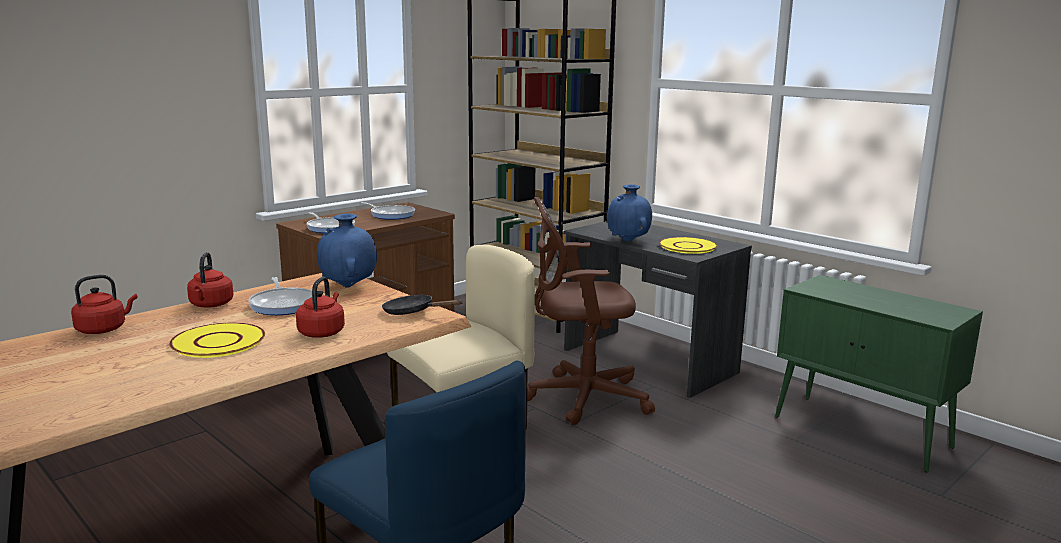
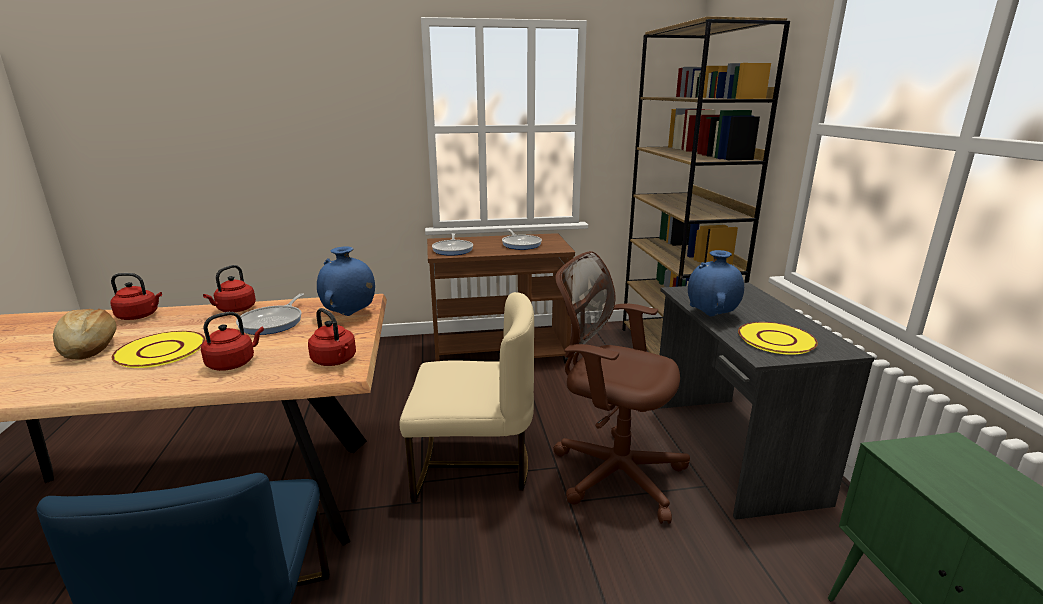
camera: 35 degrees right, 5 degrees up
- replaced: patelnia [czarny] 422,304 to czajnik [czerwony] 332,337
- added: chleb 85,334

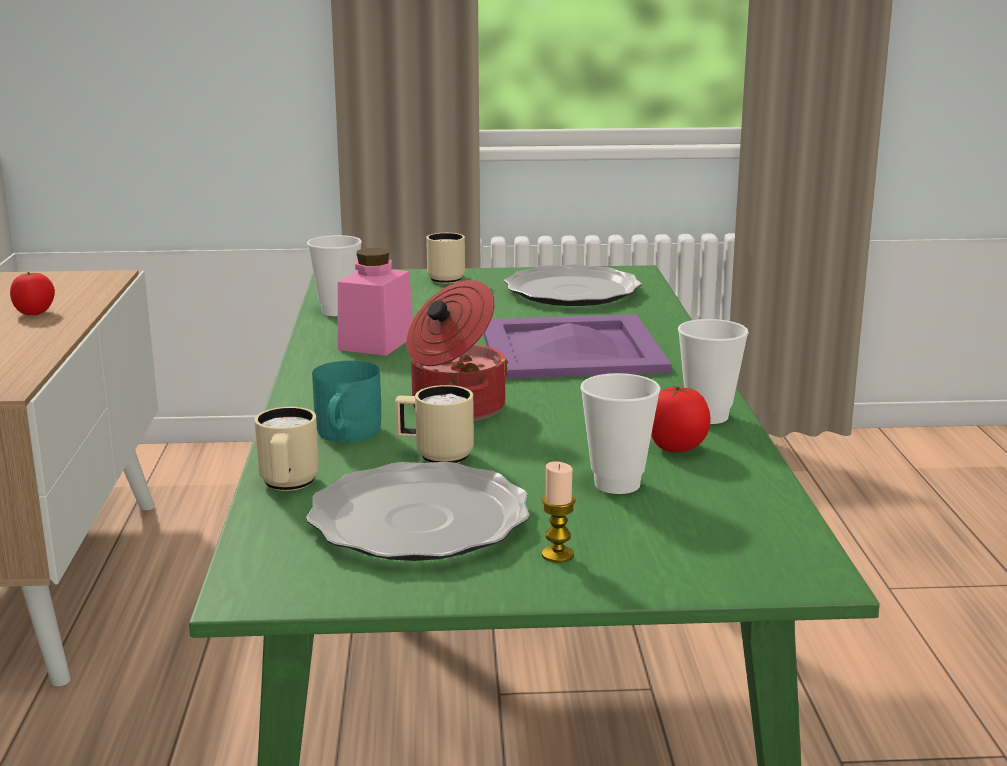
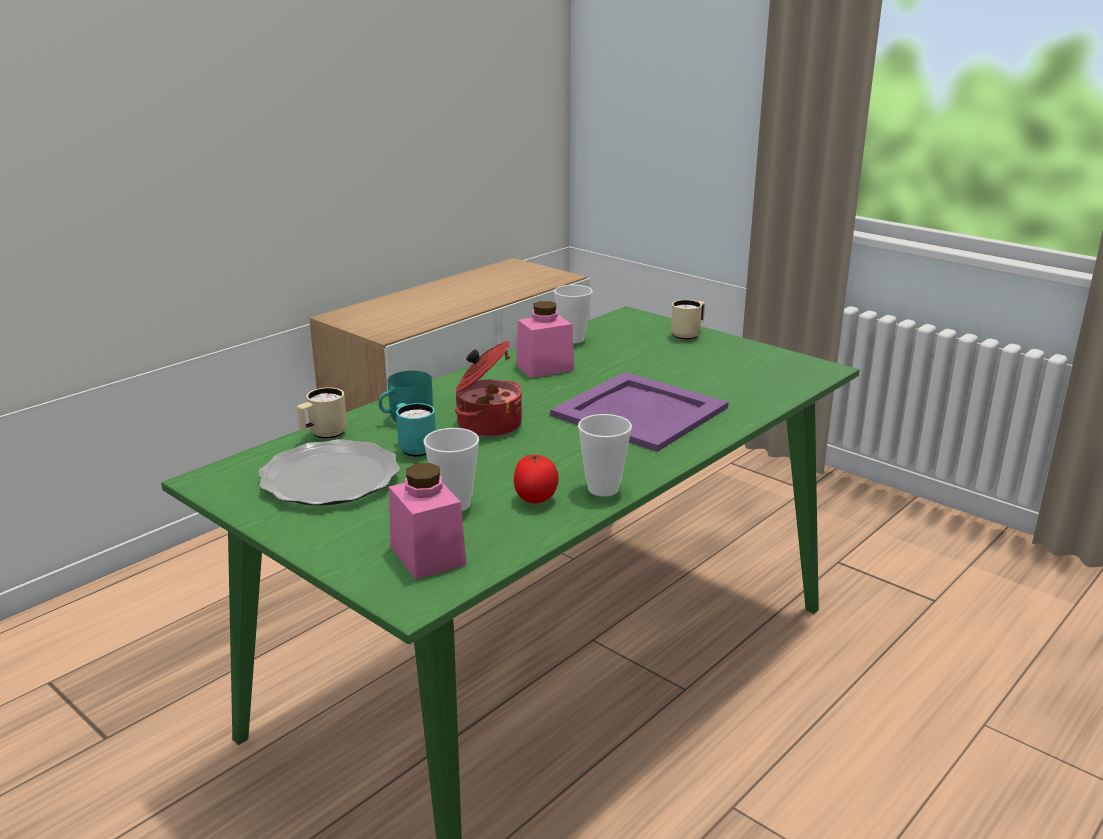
camera: 45 degrees right, 5 degrees up
- removed: pomidor 32,293
- recoloured: kubek [beżowy] 434,424 to kubek [turkusowy] 416,430
- removed: talerz 573,285
- removed: świeca 558,512
- added: słoik [różowy] 428,521

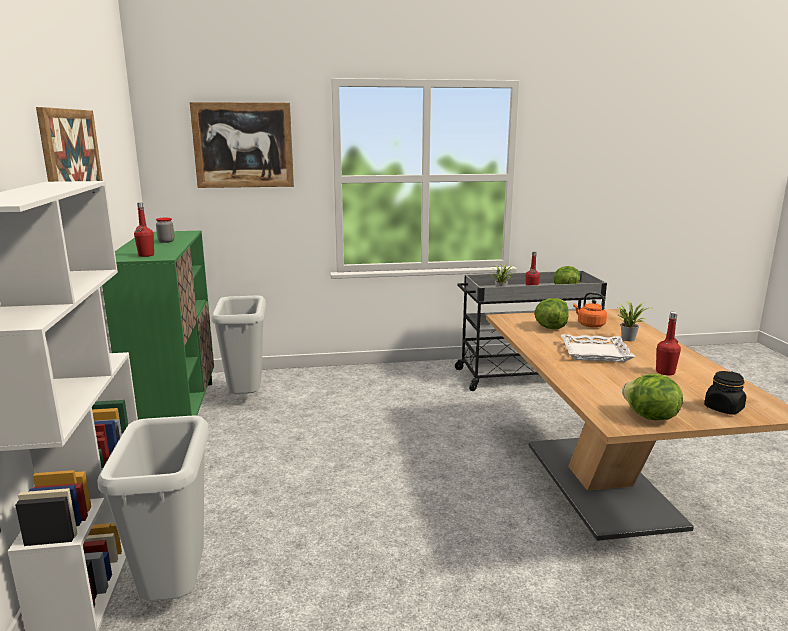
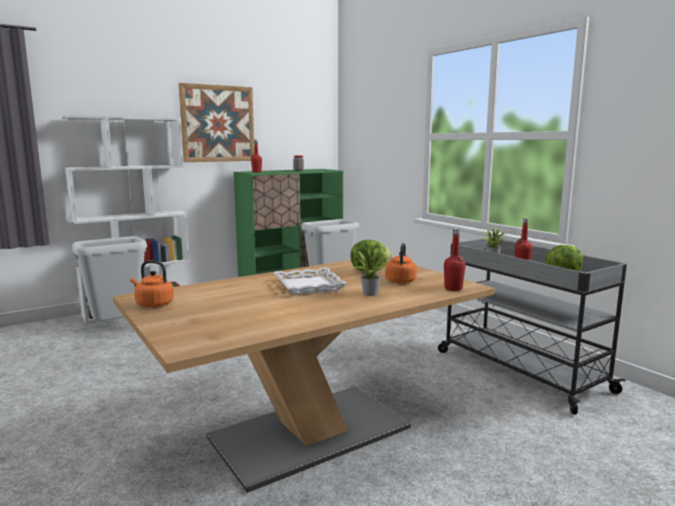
camera: 65 degrees right, 5 degrees down
- removed: obraz 242,145
- replaced: sałata 652,397 to czajnik [pomarańczowy] 152,284
- moved: butelka [czerwony] 668,343 to 455,259
- removed: słoik [czarny] 725,393

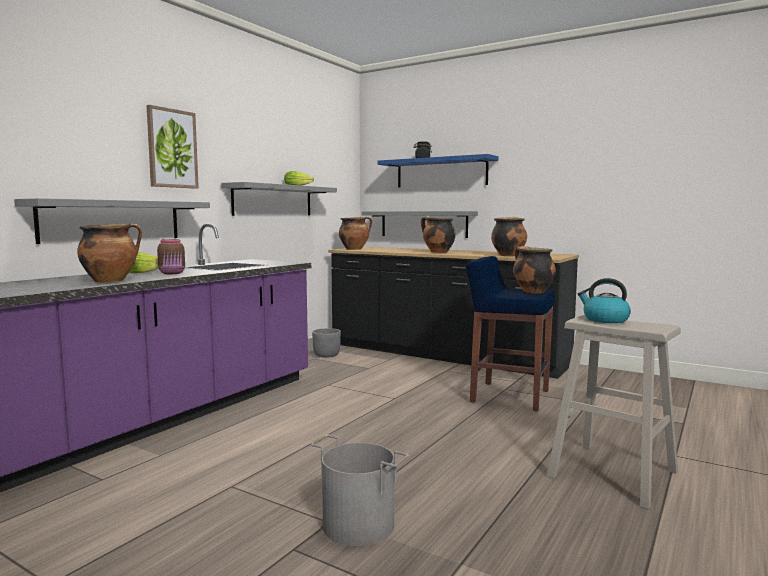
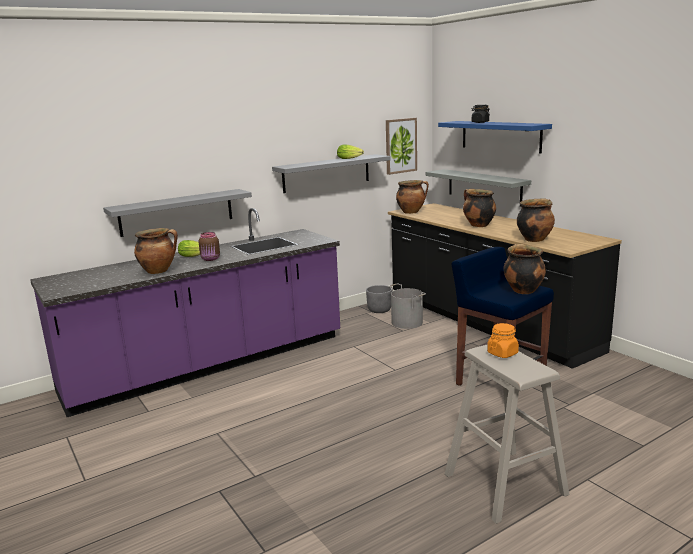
camera: 25 degrees right, 10 degrees up
- moved: obraz 172,147 to 401,146
- moved: wiadro [szary] 360,490 to 407,306
- replaced: czajnik 604,300 to słoik [pomarańczowy] 503,340

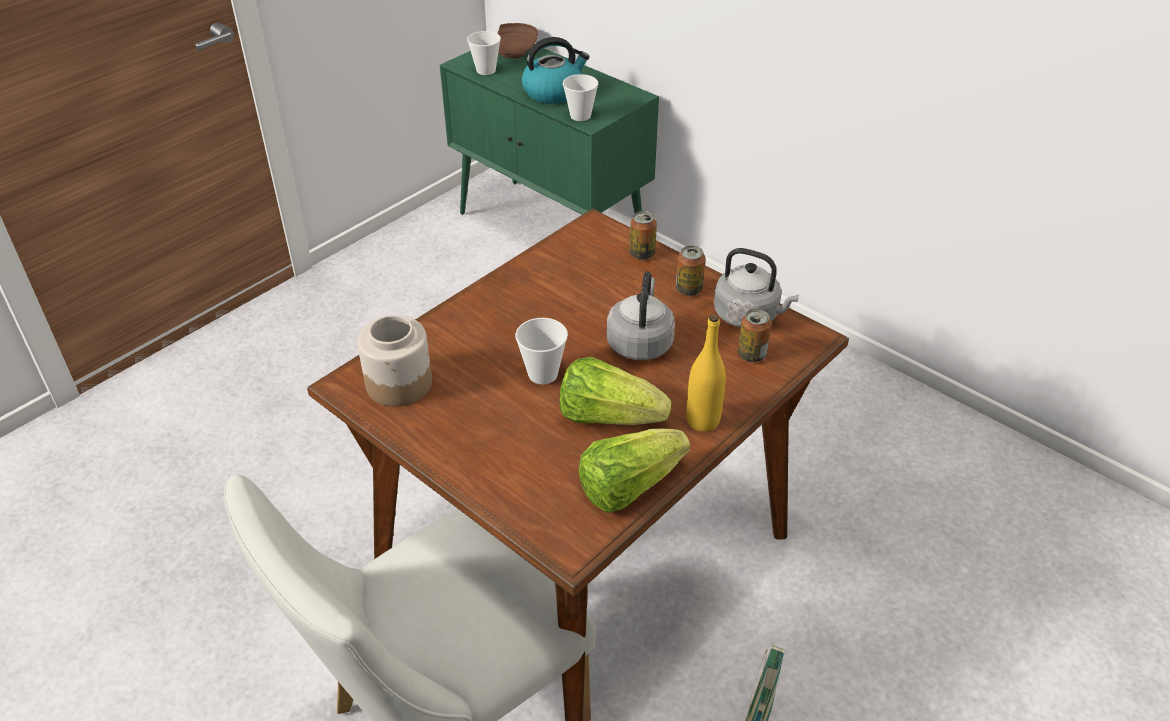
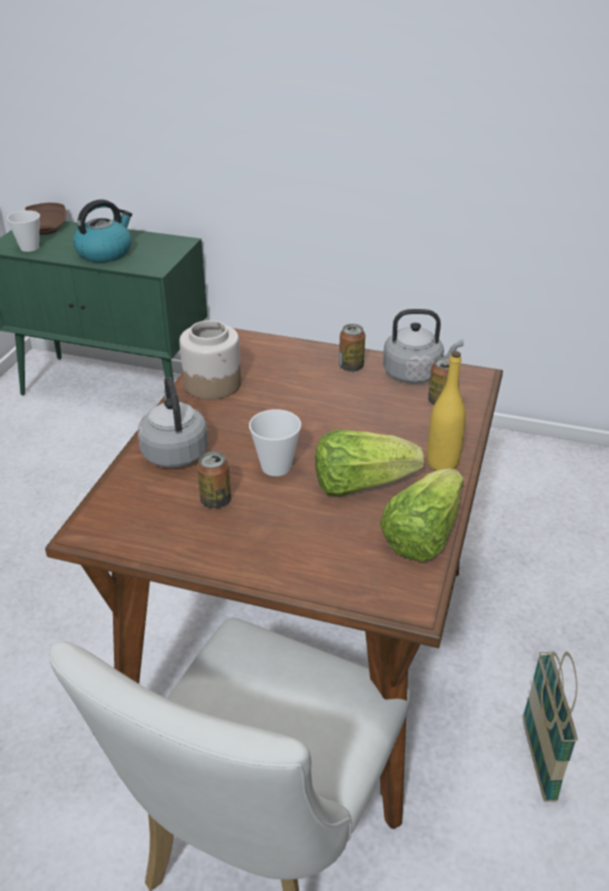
camera: 25 degrees left, 5 degrees down
- moved: słoik 394,361 to 210,360
- removed: filiżanka 580,97
- moved: czajnik [szary] 641,315 to 173,422
- moved: puszka 643,235 to 214,480

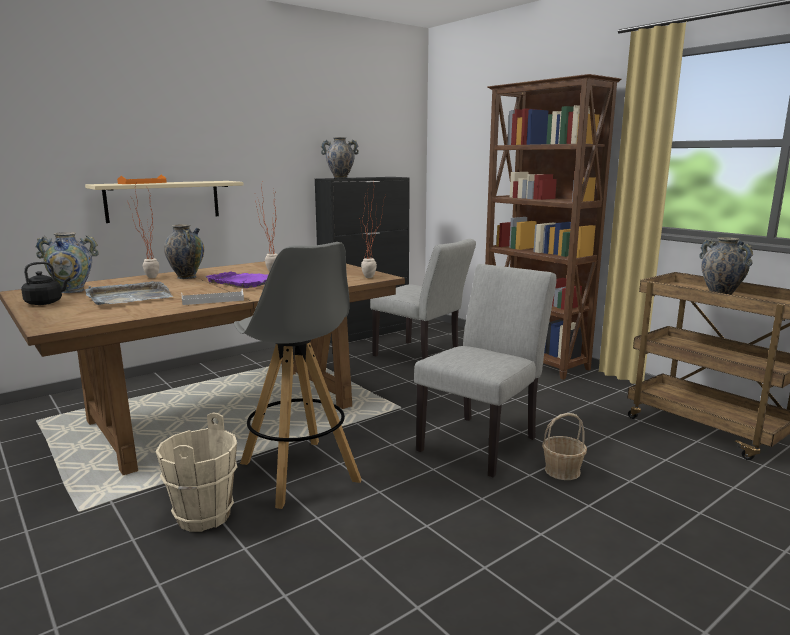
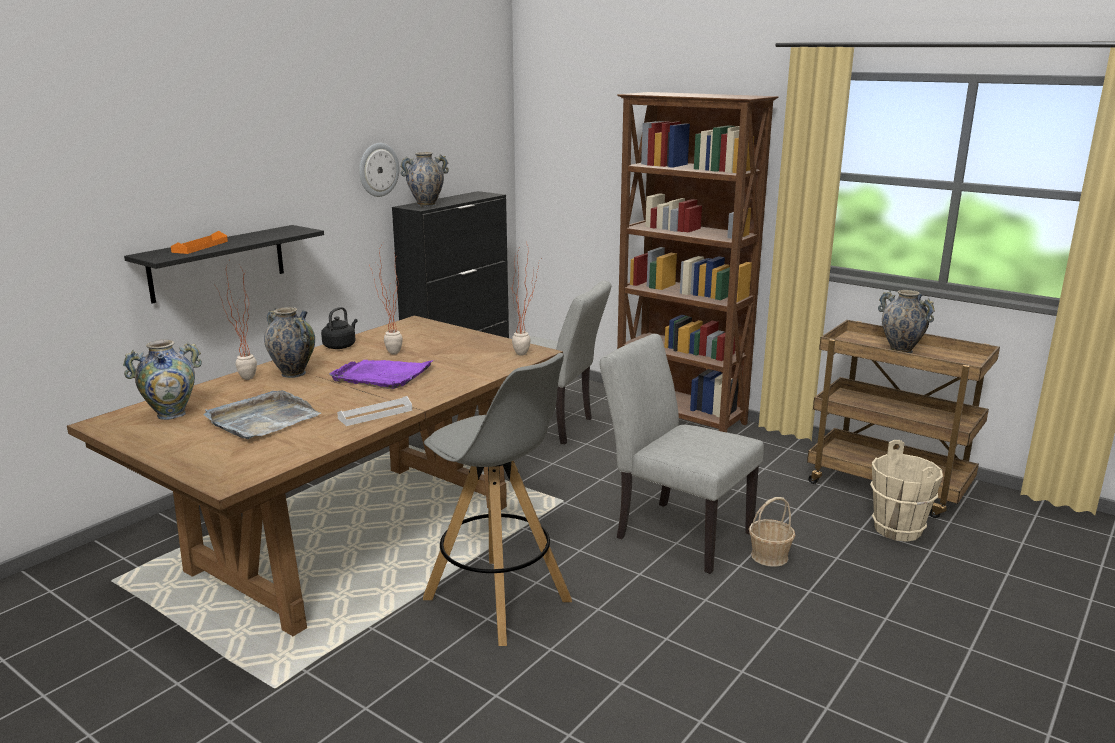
camera: 15 degrees left, 5 degrees up
- moved: czajnik [czarny] 46,283 to 339,328
- recoloured: półka [beżowy] 164,202 to półka [czarny] 224,264
- moved: wiadro [beżowy] 196,472 to 906,491
- turned: krzesło [szary] 485,370 = 681,454 75 degrees counterclockwise
- added: zegar ścienny 379,170

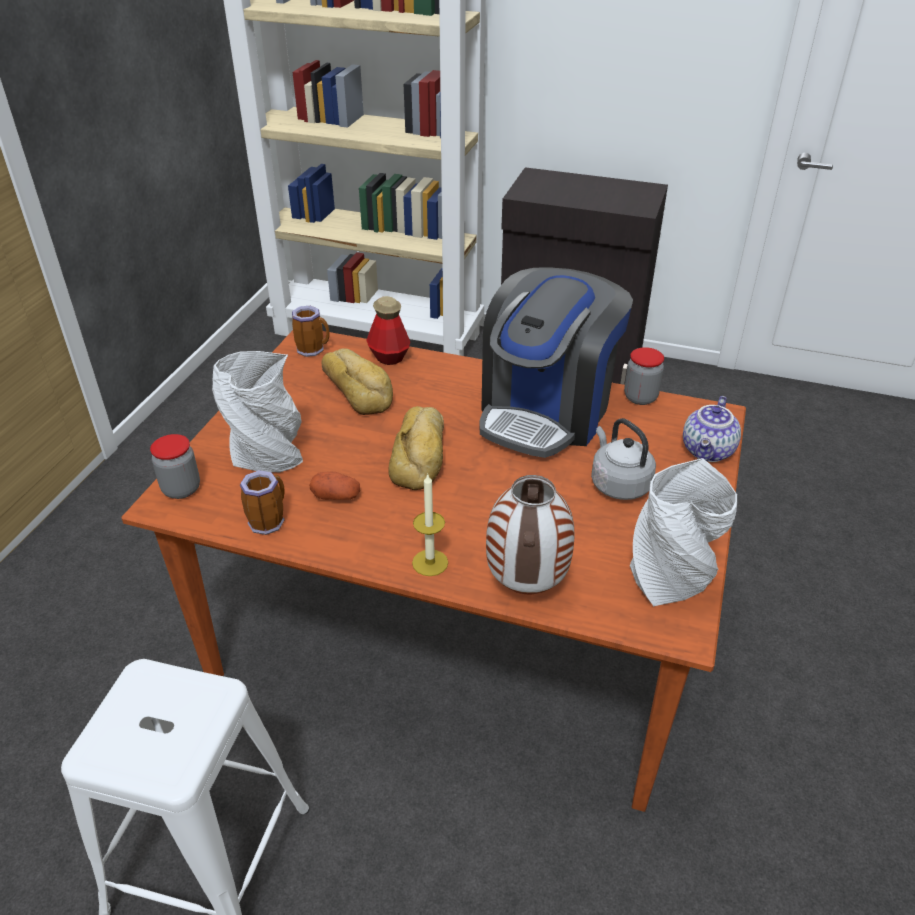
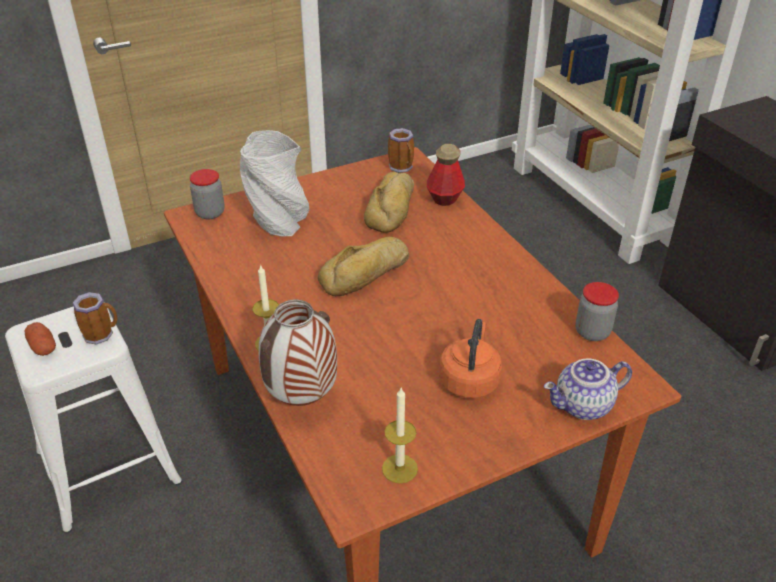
camera: 45 degrees right, 0 degrees up
- moved: kubek 262,502 to 95,318
- moved: ziemniak 334,486 to 40,339
- removed: ekspres do kawy 556,363
- recoloured: czajnik [szary] 623,459 to czajnik [pomarańczowy] 471,359
- replaced: wazon [szary] 683,532 to świeca 400,436

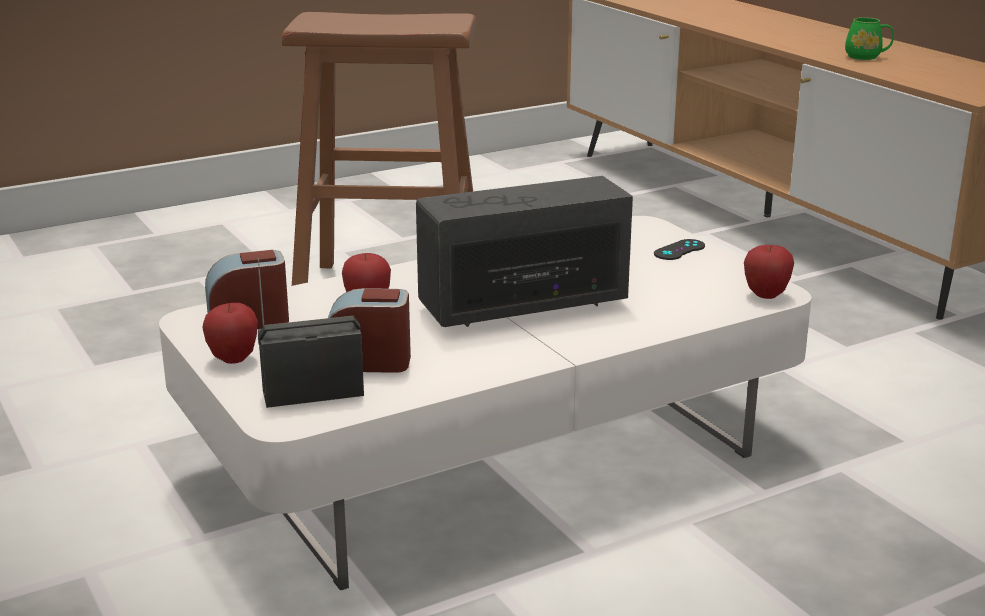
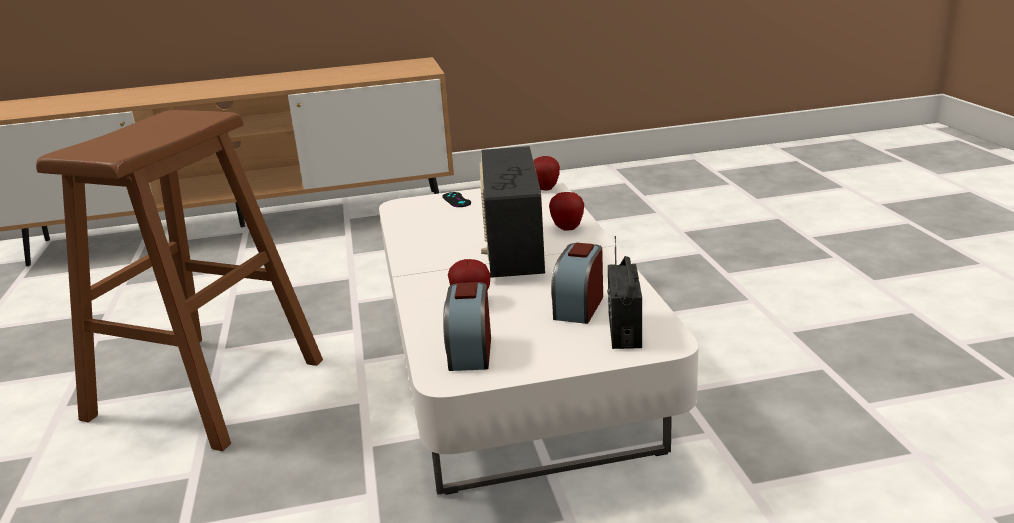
camera: 70 degrees left, 0 degrees up
- moved: jabłko 229,333 to 566,211
- removed: kubek [zielony] 869,38

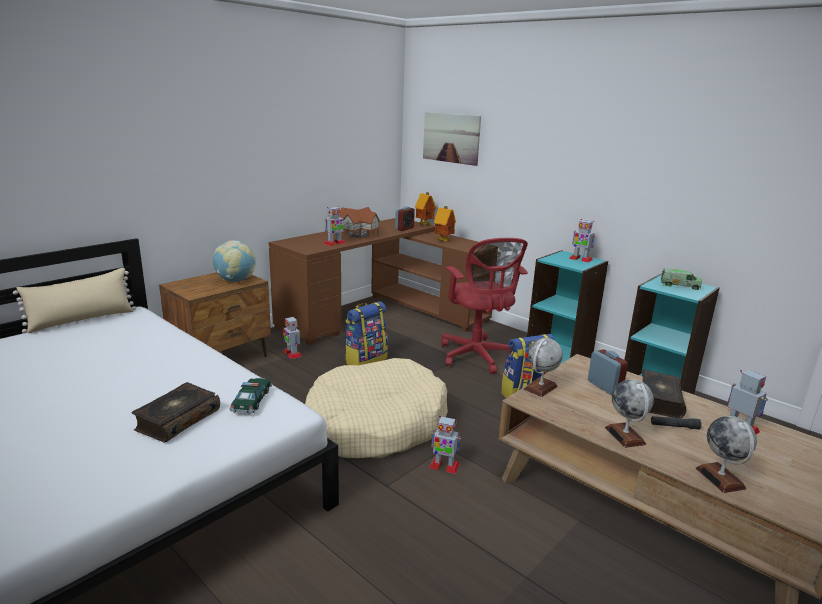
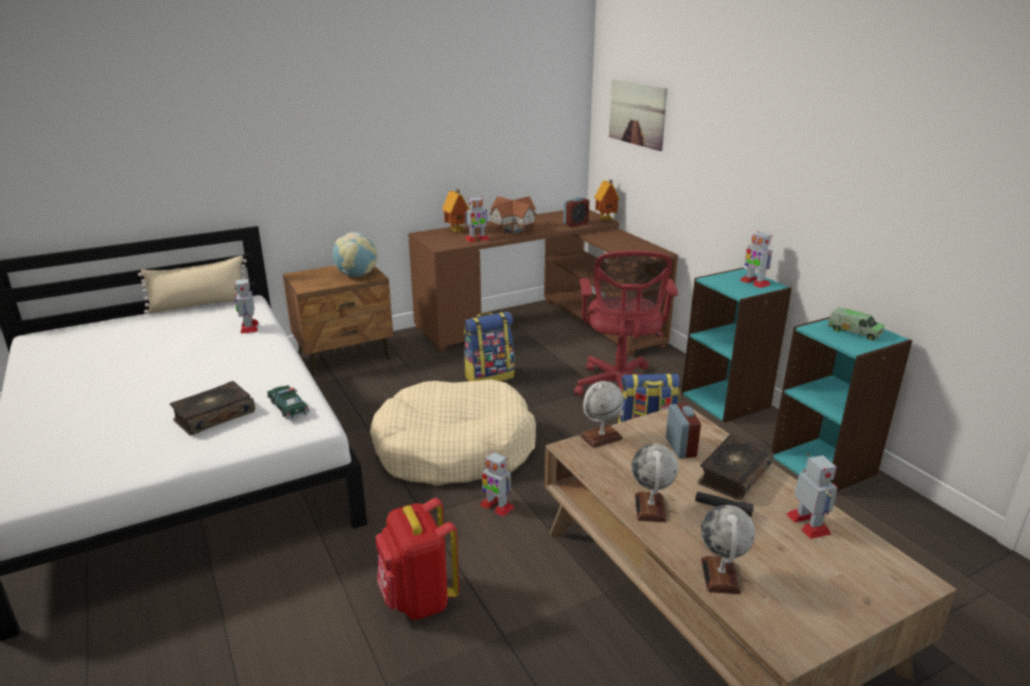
camera: 20 degrees right, 5 degrees up
- turned: samochodzik 251,396 = 288,402 60 degrees counterclockwise
- moved: robot zabawkowy 292,337 to 246,305
- moved: domek 445,224 to 456,210
- added: plecak [czerwony] 417,559

